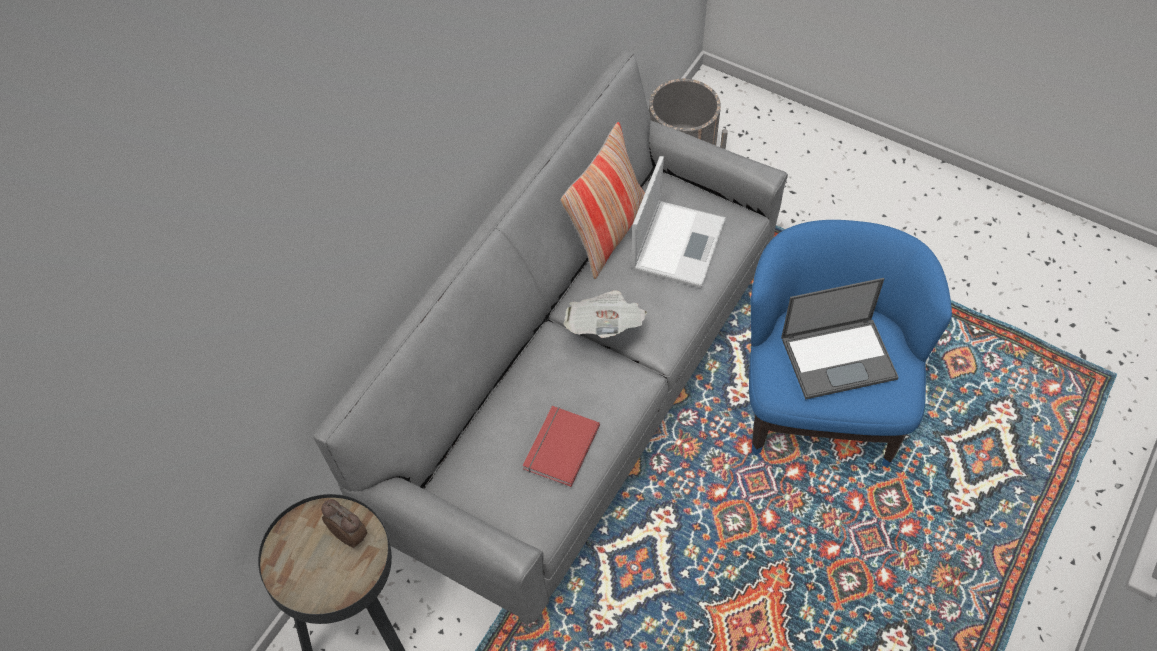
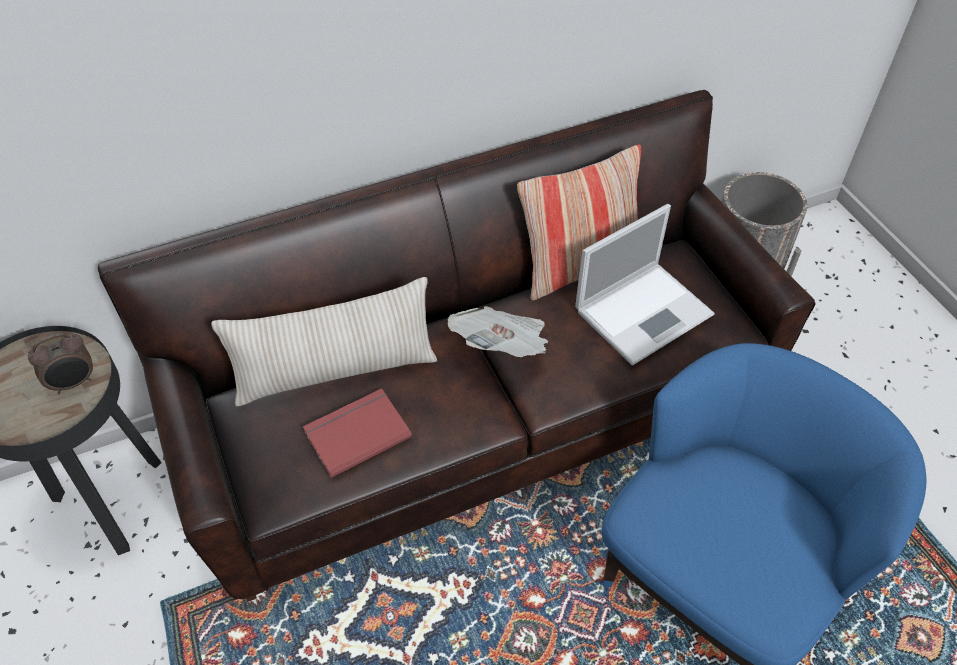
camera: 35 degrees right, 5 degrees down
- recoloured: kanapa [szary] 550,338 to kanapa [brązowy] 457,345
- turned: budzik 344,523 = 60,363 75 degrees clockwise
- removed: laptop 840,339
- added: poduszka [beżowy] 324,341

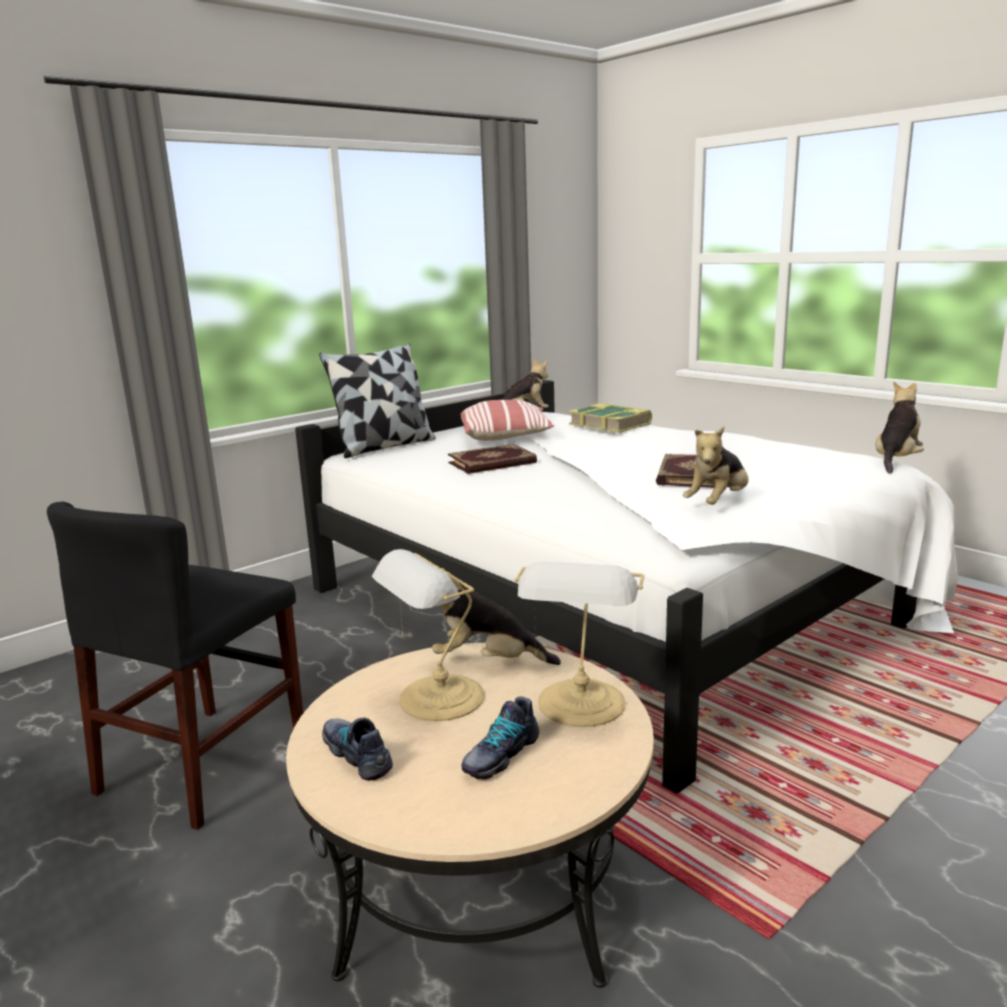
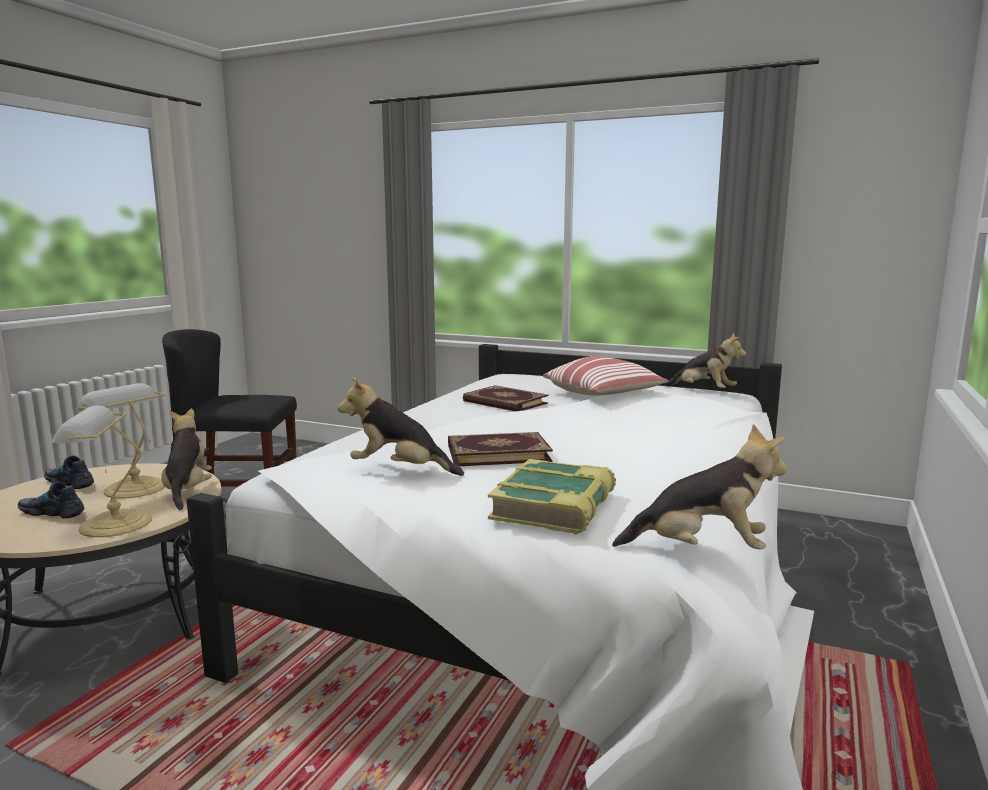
camera: 65 degrees right, 5 degrees down
- removed: poduszka 377,401
- turned: but 357,749 = 69,472 90 degrees counterclockwise
- moved: książka 610,418 to 552,497

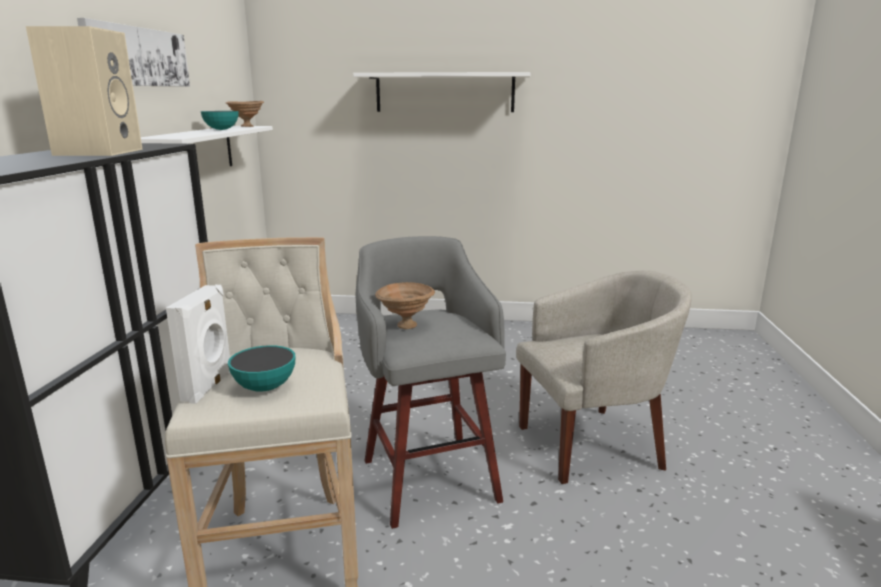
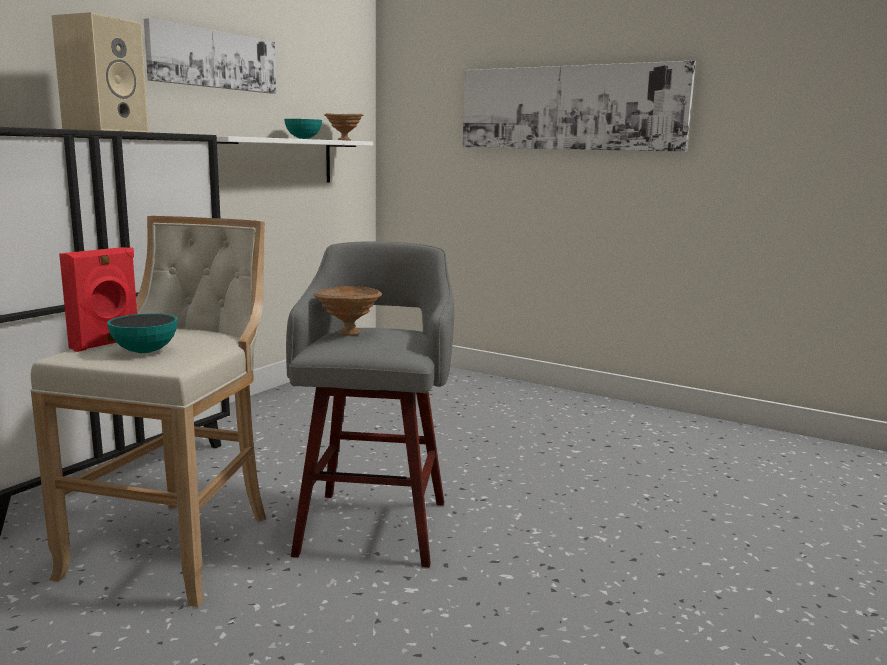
camera: 25 degrees right, 5 degrees down
- recoloured: głośnik [biały] 198,344 to głośnik [czerwony] 98,299
- replaced: półka [biały] 442,92 to obraz 579,106
- removed: fotel [beżowy] 604,377

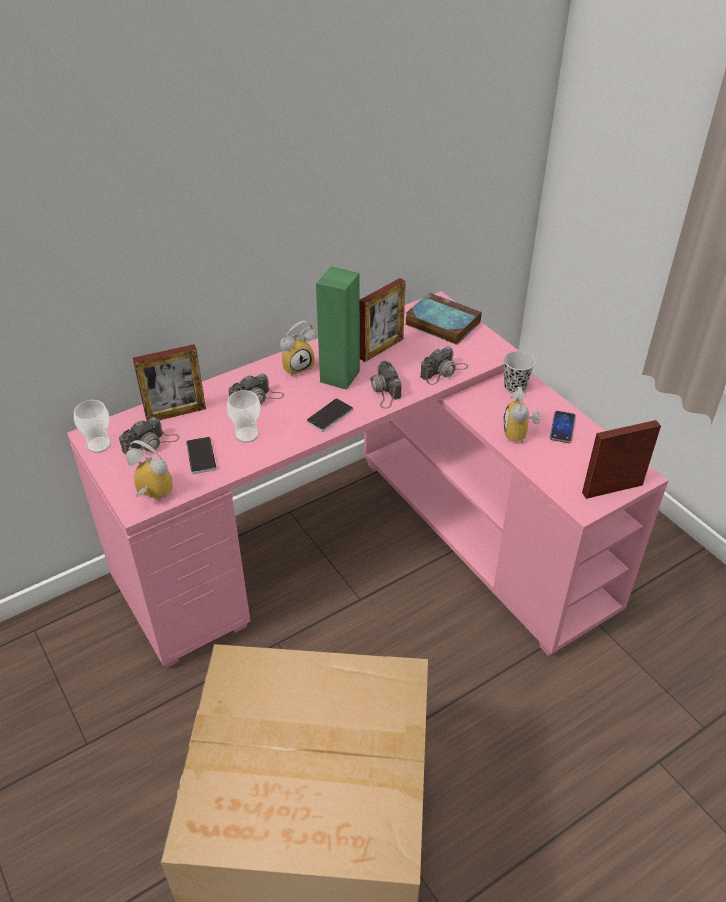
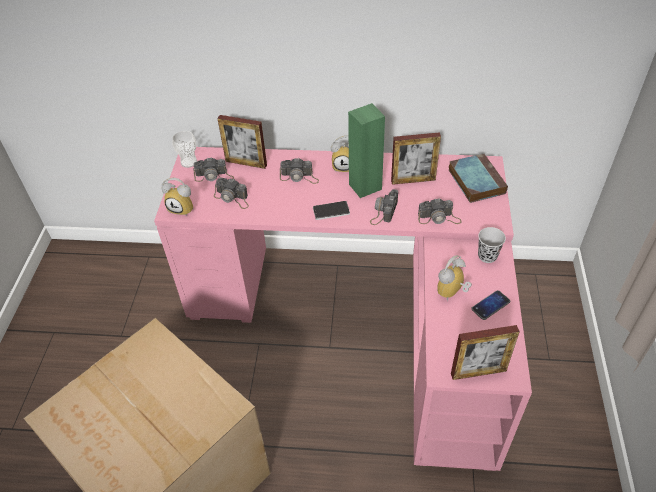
camera: 40 degrees right, 5 degrees up
- turned: budzik 149,470 = 177,197 135 degrees clockwise
- replaced: telefon 201,455 to aparat fotograficzny 231,193
- removed: filiżanka 244,416
- turned: ramka na zdjęcie 621,459 = 485,352 150 degrees clockwise

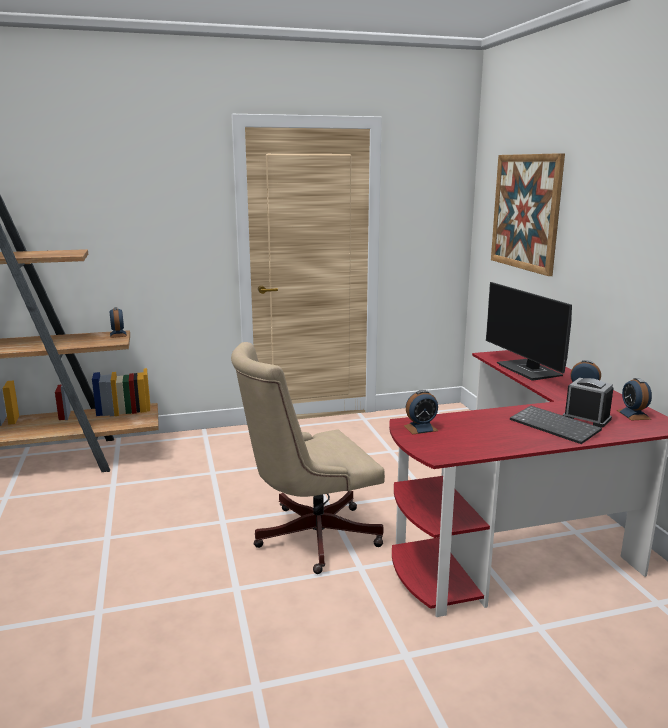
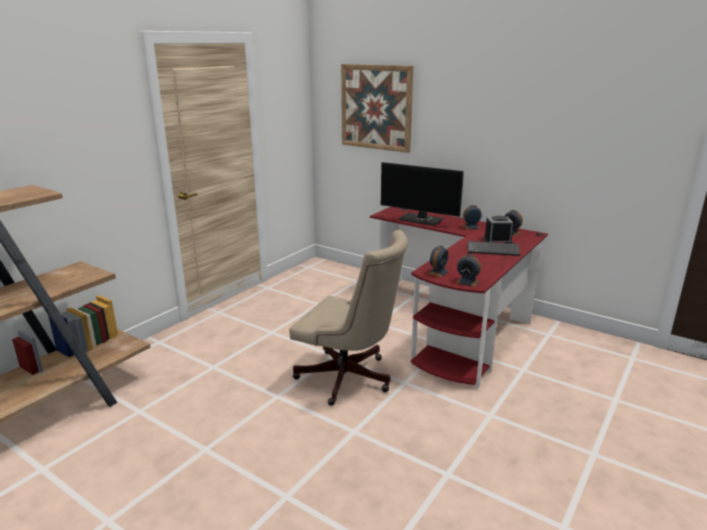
camera: 40 degrees left, 5 degrees up
- moved: budzik 118,322 to 468,270
- turned: krzesło biurowe [beżowy] 308,458 = 348,318 90 degrees counterclockwise

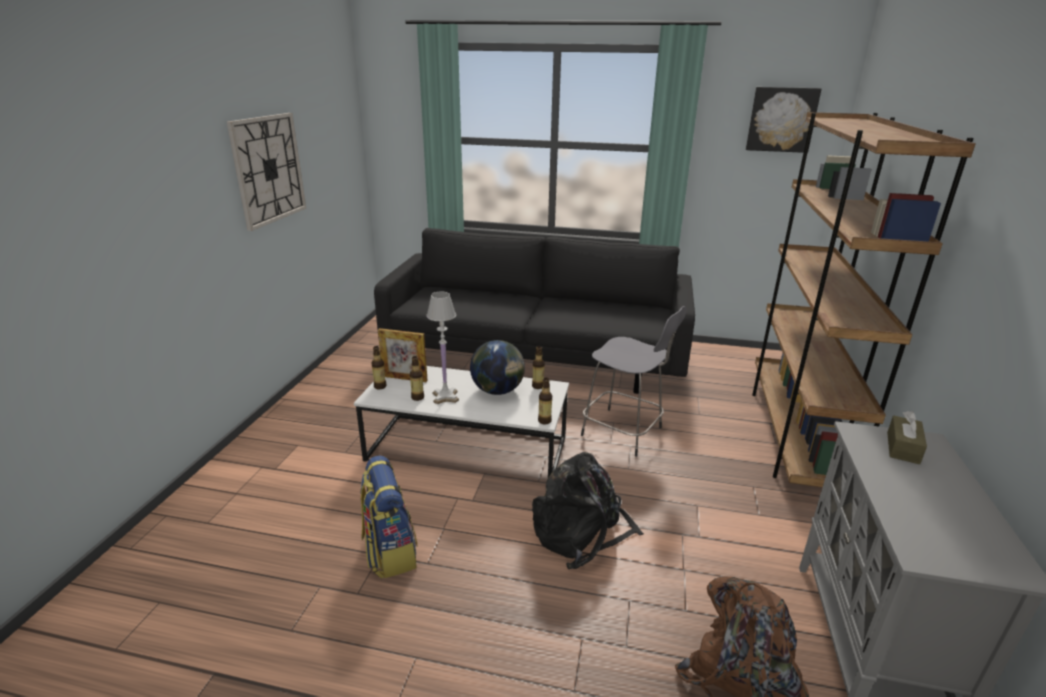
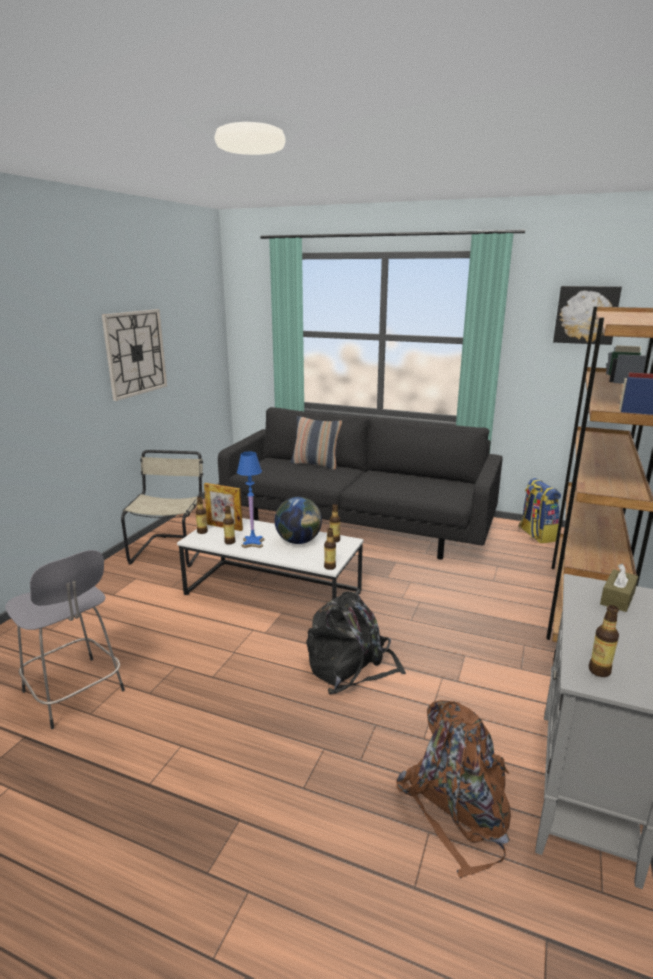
camera: 10 degrees right, 5 degrees down
- moved: plecak 389,517 to 539,510
- recoloured: lampa stołowa [biały] 443,347 to lampa stołowa [niebieski] 251,500
- moved: stołek [szary] 634,381 to 65,639
- added: krzesło [beżowy] 162,508
- added: poduszka 316,443
- added: butelka 604,641

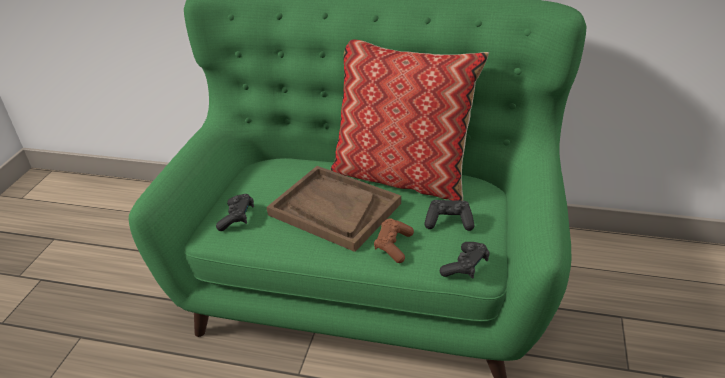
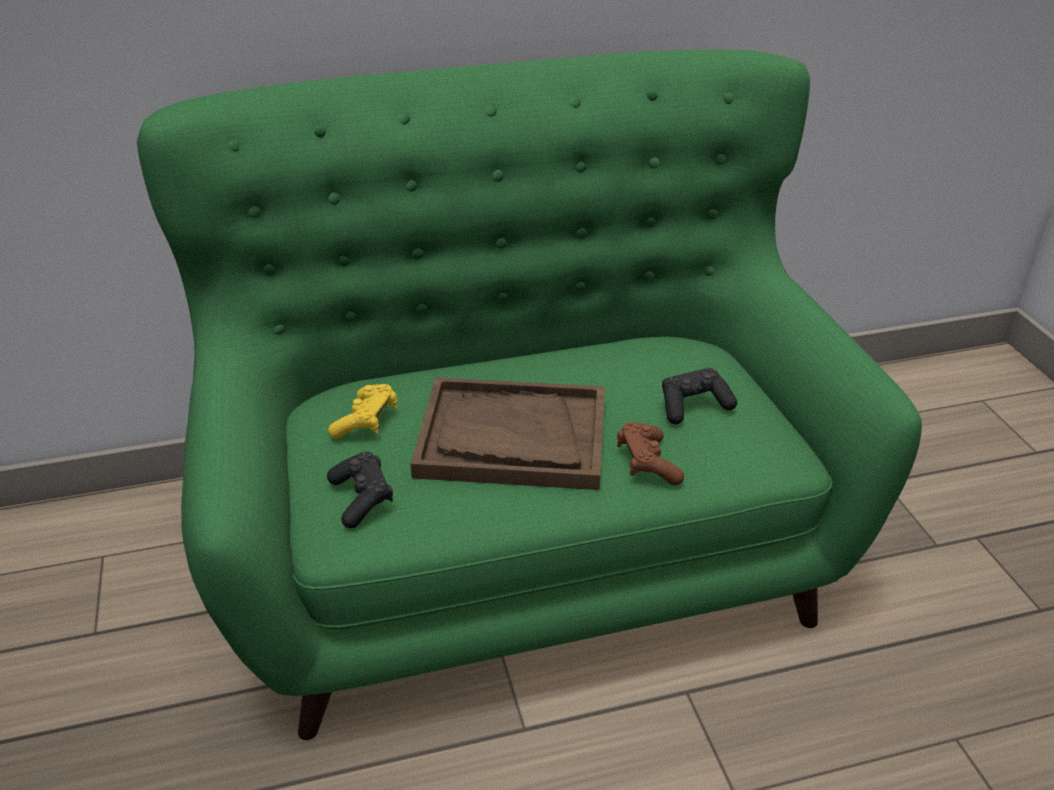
camera: 30 degrees left, 0 degrees up
- removed: poduszka 409,120
- removed: pad do gier [czarny] 465,260
- added: pad do gier [żółty] 362,411

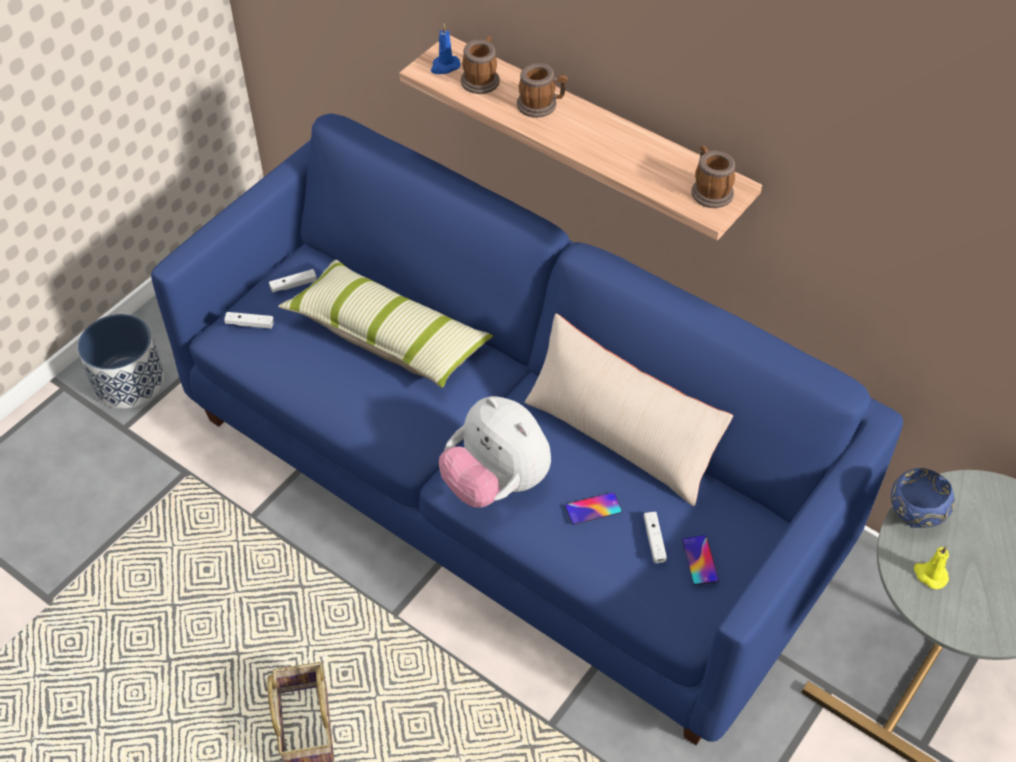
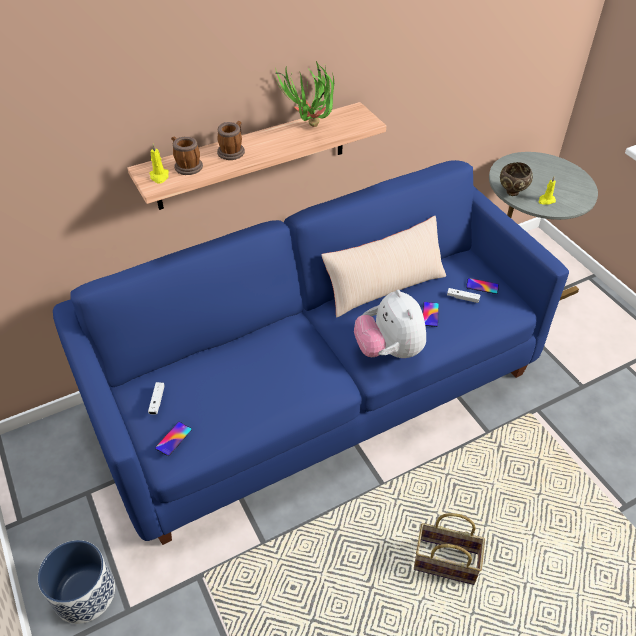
camera: 65 degrees left, 5 degrees down
- replaced: pad do gier [biały] 248,320 to telefon 173,439
- removed: poduszka 385,324
- recoloured: świeca [niebieski] 445,49 to świeca [żółty] 159,164
- turned: pluszak 495,452 = 390,324 90 degrees clockwise
- removed: kubek 713,176
- recoloured: miska [niebieski] 923,498 to miska [brązowy] 516,179
- added: roślina doniczkowa 304,94

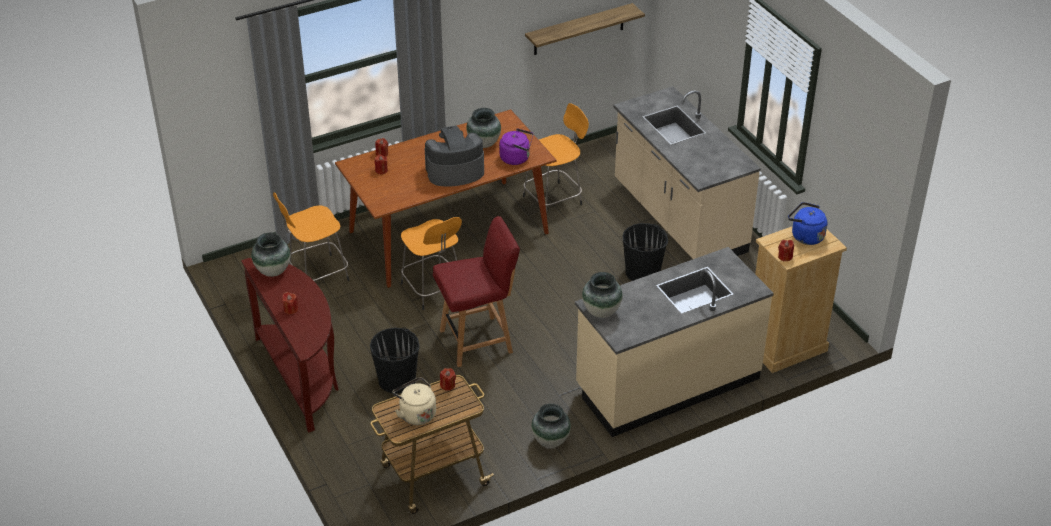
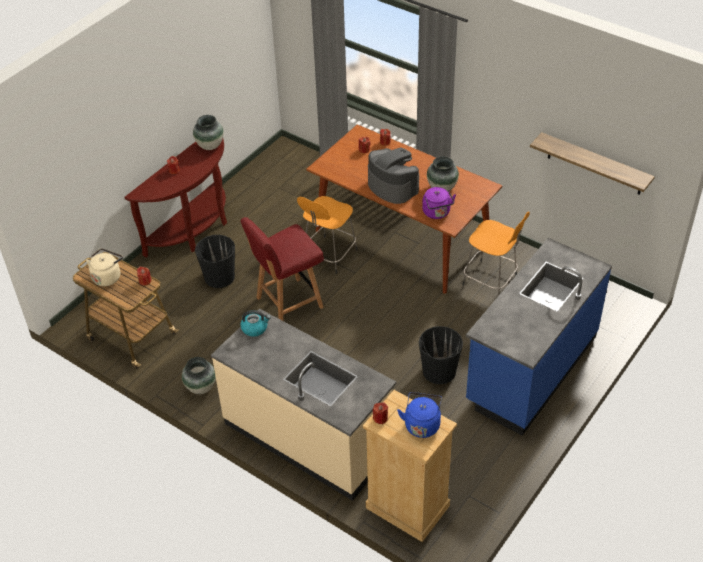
camera: 65 degrees right, 5 degrees up
- removed: stołek [pomarańczowy] 311,236
- turned: krzesło [czerwony] 476,291 = 282,269 105 degrees clockwise
- replaced: wazon 602,295 to czajnik 255,323
- recoloured: zabudowa kuchenna [beżowy] 687,172 to zabudowa kuchenna [niebieski] 539,337

